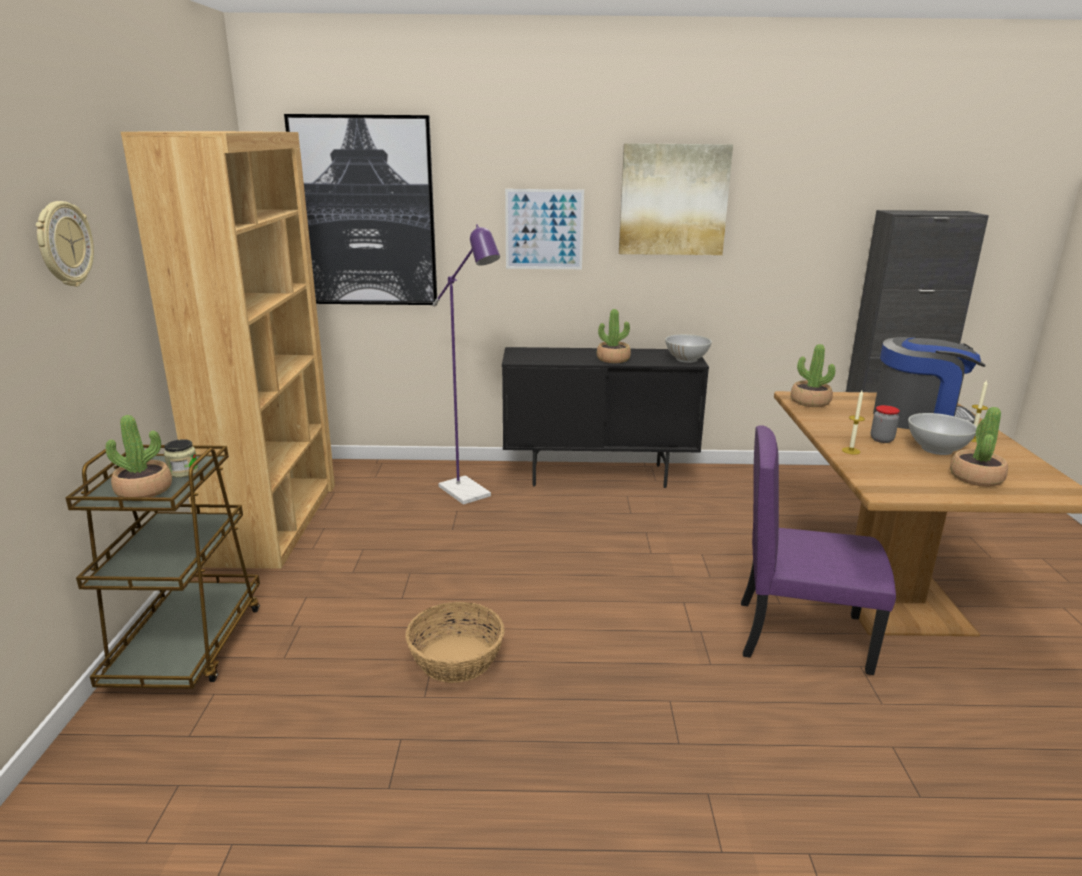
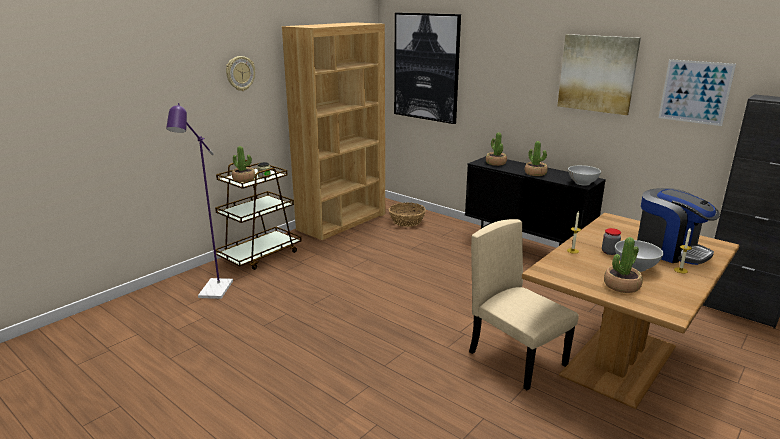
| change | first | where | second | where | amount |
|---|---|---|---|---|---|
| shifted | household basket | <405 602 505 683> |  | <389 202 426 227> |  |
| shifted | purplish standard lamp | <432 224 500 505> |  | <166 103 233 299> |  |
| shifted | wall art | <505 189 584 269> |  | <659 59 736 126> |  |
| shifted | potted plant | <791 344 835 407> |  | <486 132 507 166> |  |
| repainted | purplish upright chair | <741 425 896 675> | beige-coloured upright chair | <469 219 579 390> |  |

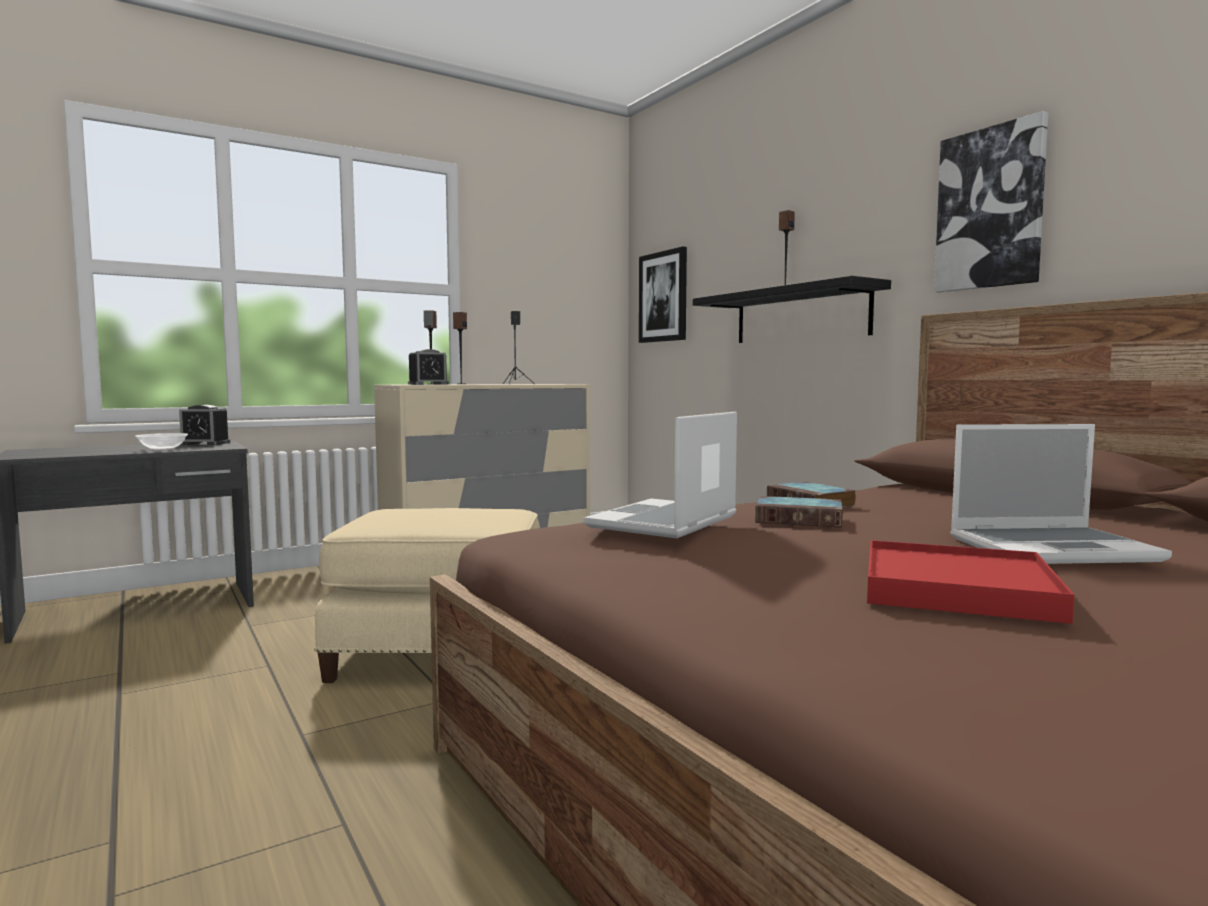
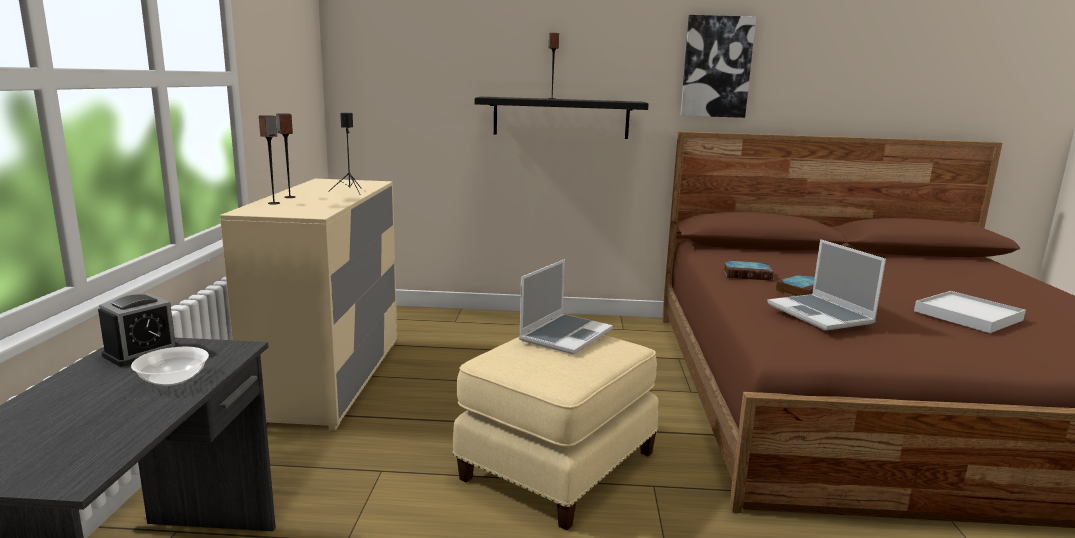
| change | first | where | second | where | amount |
|---|---|---|---|---|---|
| gone | bedside clock | <408 349 449 385> |  |  |  |
| gone | wall art | <639 246 687 343> |  |  |  |
| shifted | laptop | <950 424 1172 564> |  | <519 259 613 355> |  |
| repainted | reddish carrying tray | <867 540 1074 624> | white-coloured carrying tray | <914 291 1026 333> |  |

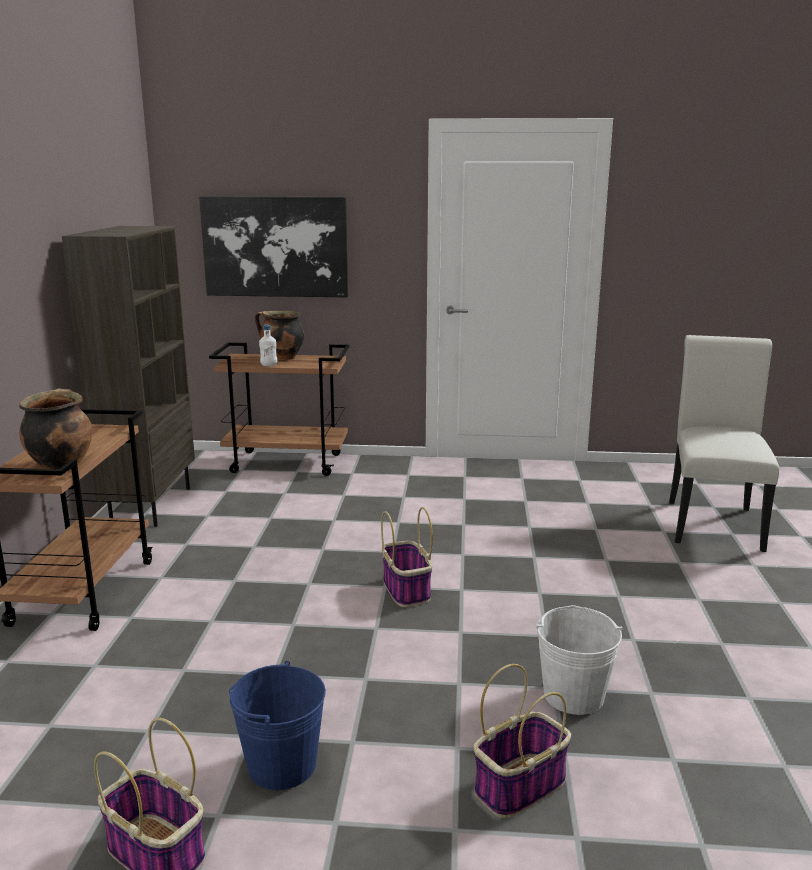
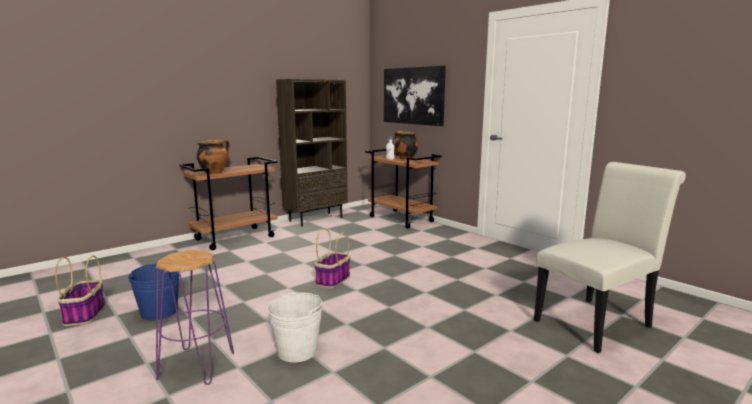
| change | first | where | second | where | amount |
|---|---|---|---|---|---|
| swapped | household basket | <473 664 571 818> | purplish sitting stool | <156 250 234 385> |  |

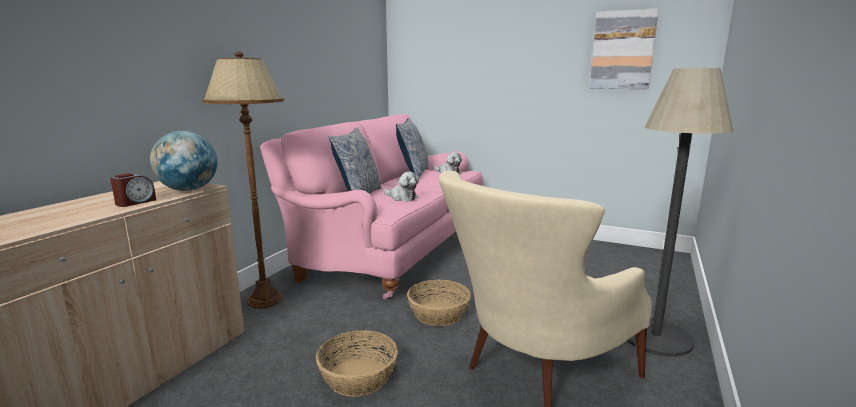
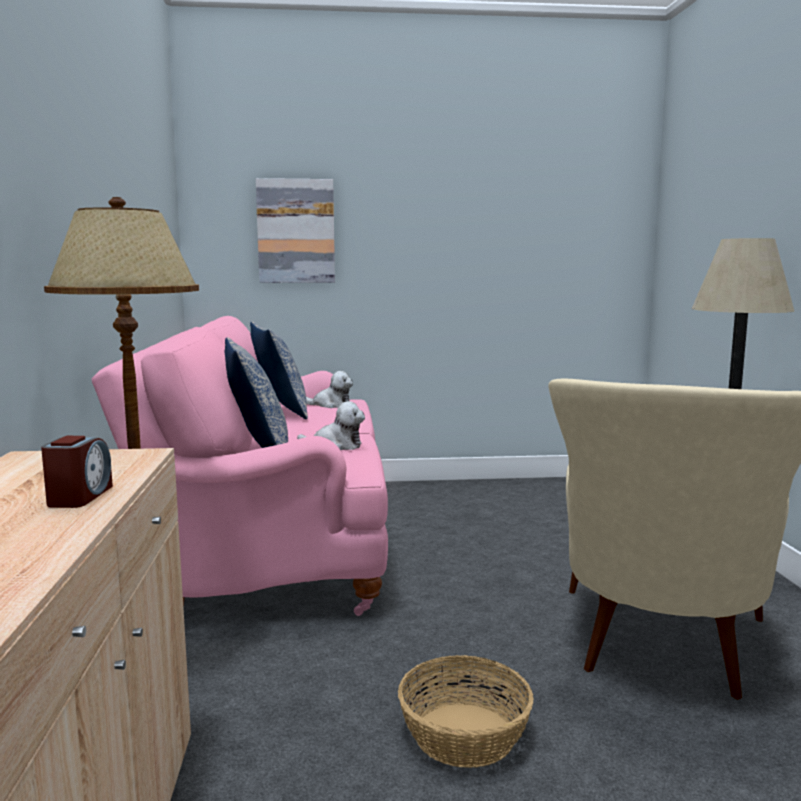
| change | first | where | second | where | amount |
|---|---|---|---|---|---|
| gone | world globe | <150 131 217 191> |  |  |  |
| gone | household basket | <407 280 471 326> |  |  |  |
| shifted | wall art | <590 8 659 89> |  | <256 178 335 283> |  |

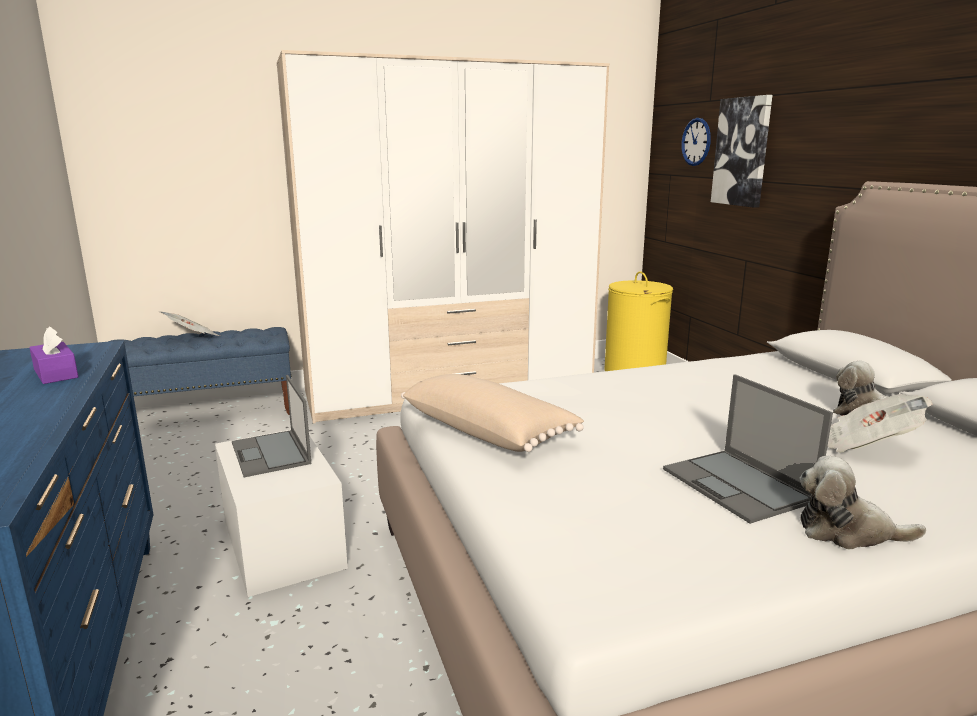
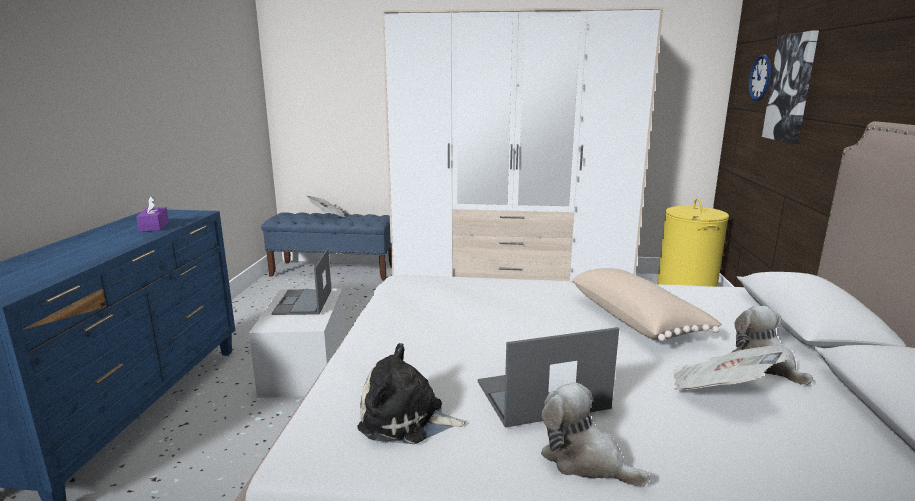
| change | first | where | second | where | amount |
|---|---|---|---|---|---|
| new |  |  | soft toy | <357 343 469 444> |  |
| shifted | beige-coloured throw pillow | <401 374 584 452> |  | <571 268 722 341> |  |
| rotated | laptop | <663 374 833 524> |  | <478 327 619 428> | 75 degrees clockwise |

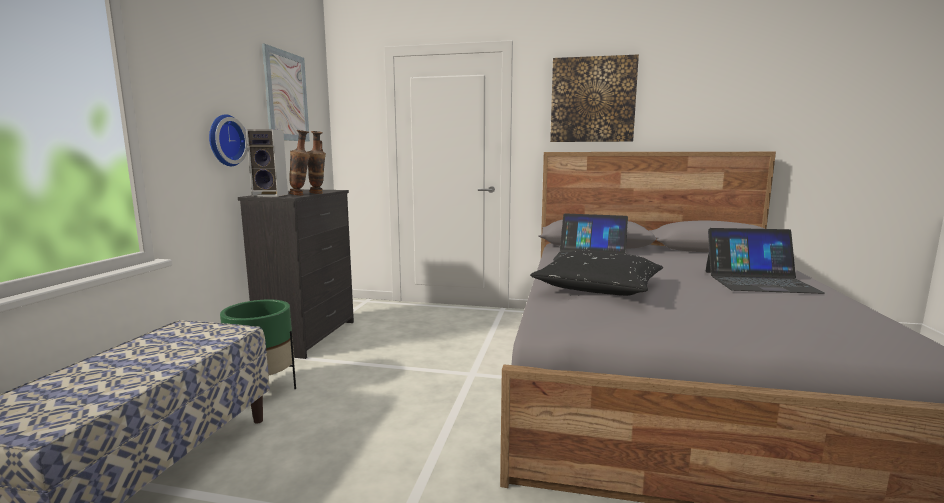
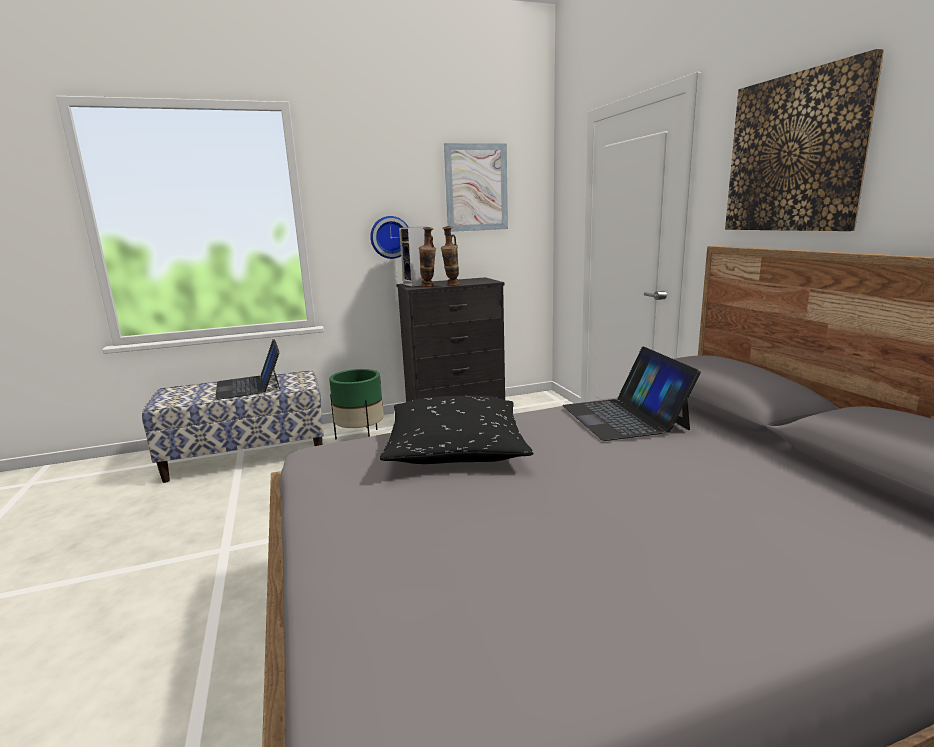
| change | first | where | second | where | amount |
|---|---|---|---|---|---|
| shifted | laptop | <706 228 825 294> |  | <215 339 280 400> |  |

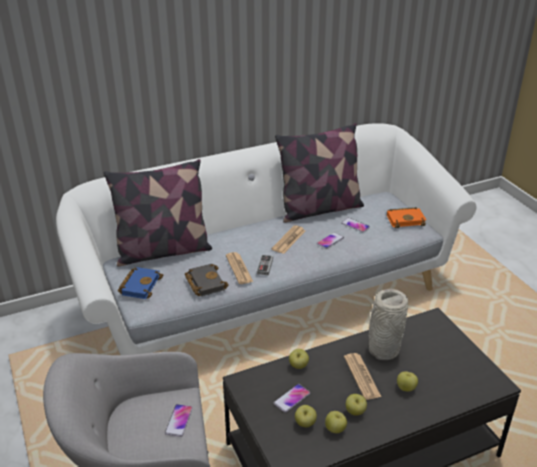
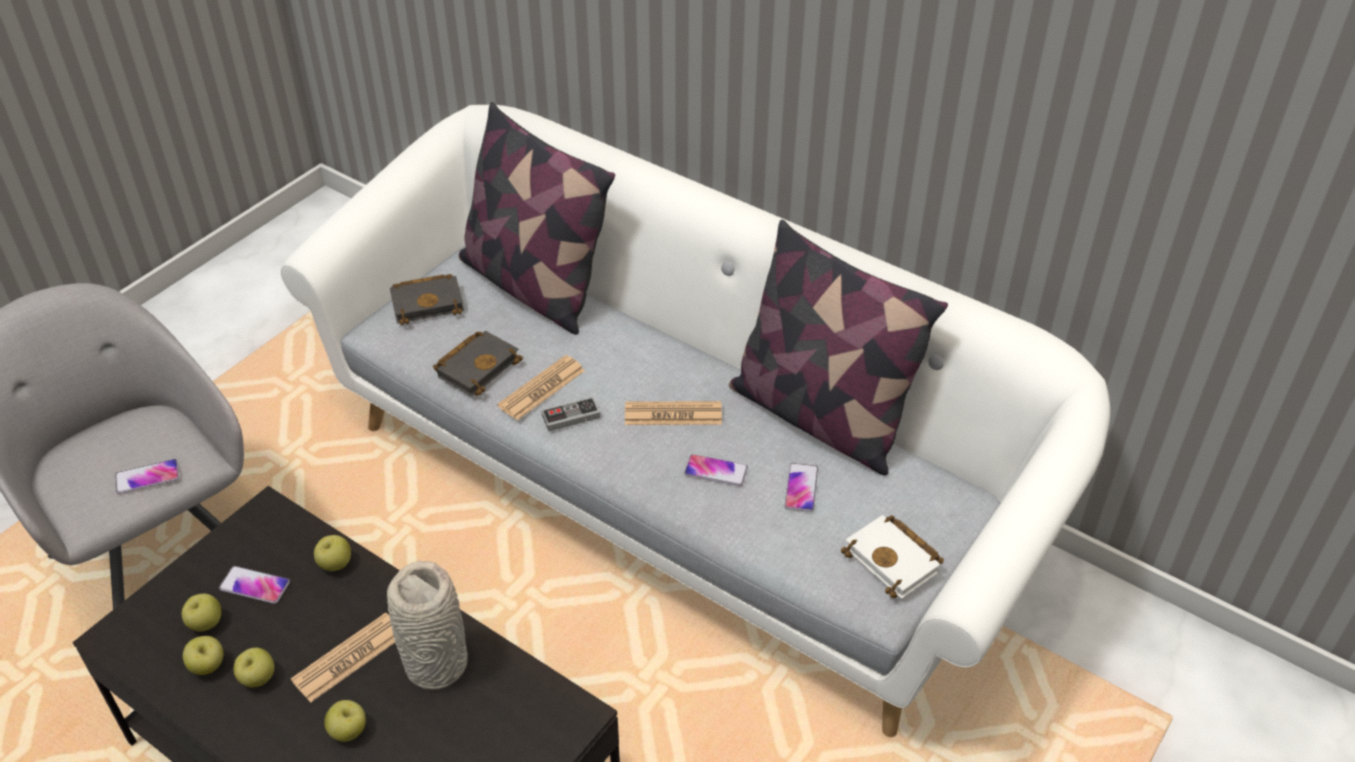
| change | first | where | second | where | amount |
|---|---|---|---|---|---|
| repainted | bluish bound book | <118 267 163 299> | black-coloured bound book | <390 274 464 325> |  |
| repainted | orange-coloured bound book | <387 207 426 228> | white-coloured bound book | <841 515 944 599> |  |

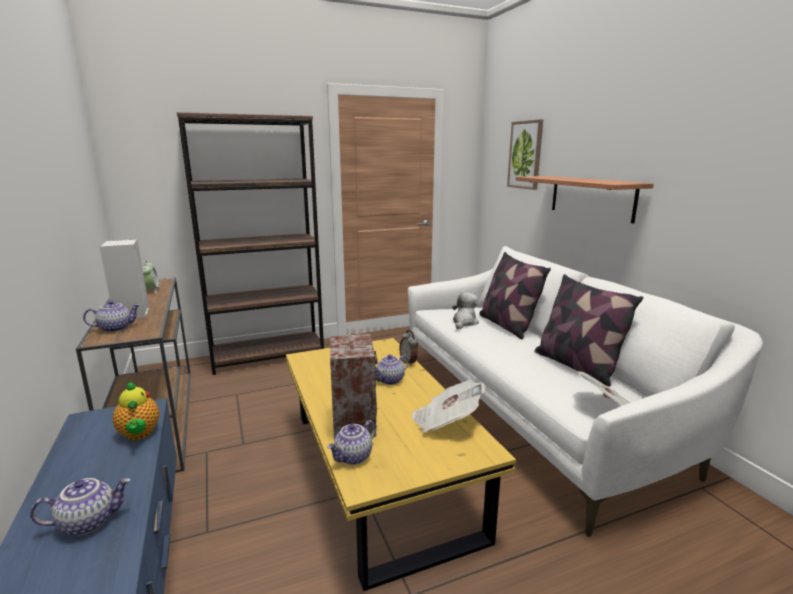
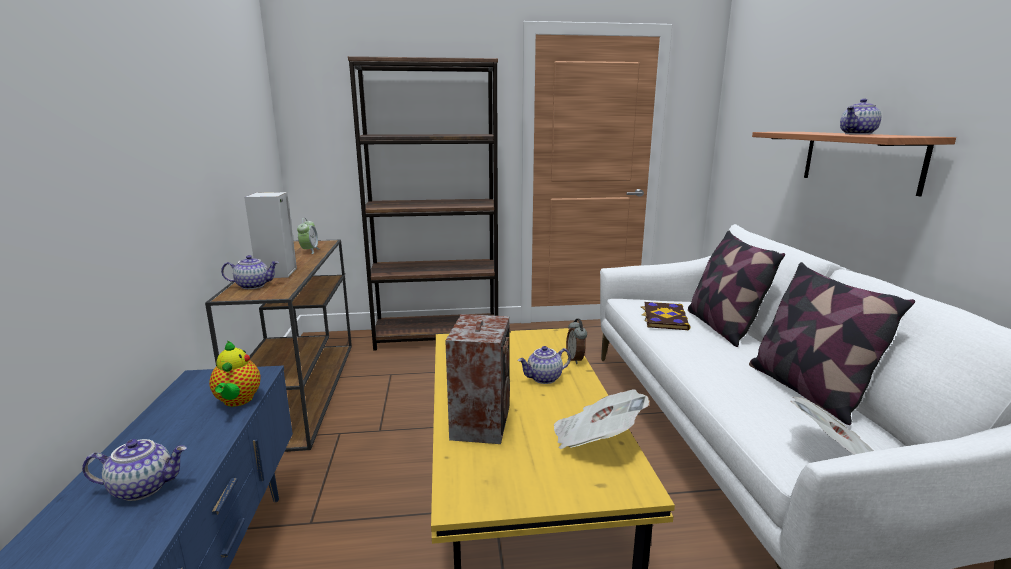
| change | first | where | second | where | amount |
|---|---|---|---|---|---|
| gone | wall art | <507 119 543 190> |  |  |  |
| shifted | teapot | <327 420 376 465> |  | <840 99 881 135> |  |
| swapped | soft toy | <452 293 479 329> | bound book | <641 302 690 330> |  |

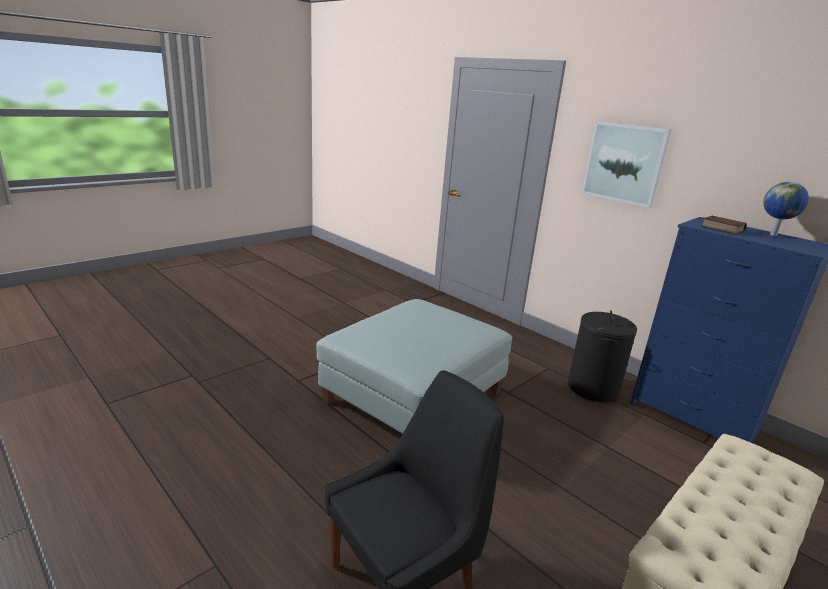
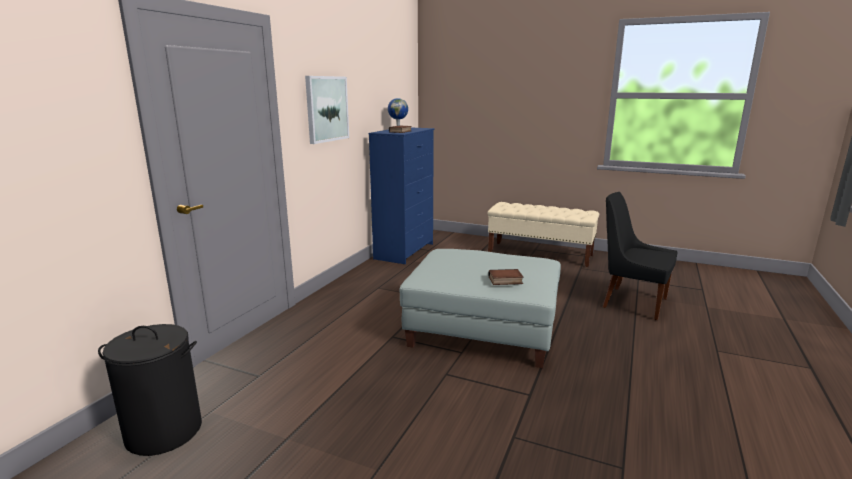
| change | first | where | second | where | amount |
|---|---|---|---|---|---|
| new |  |  | bound book | <489 269 524 285> |  |
| shifted | black-coloured hamper | <568 311 637 402> |  | <98 324 202 456> |  |

